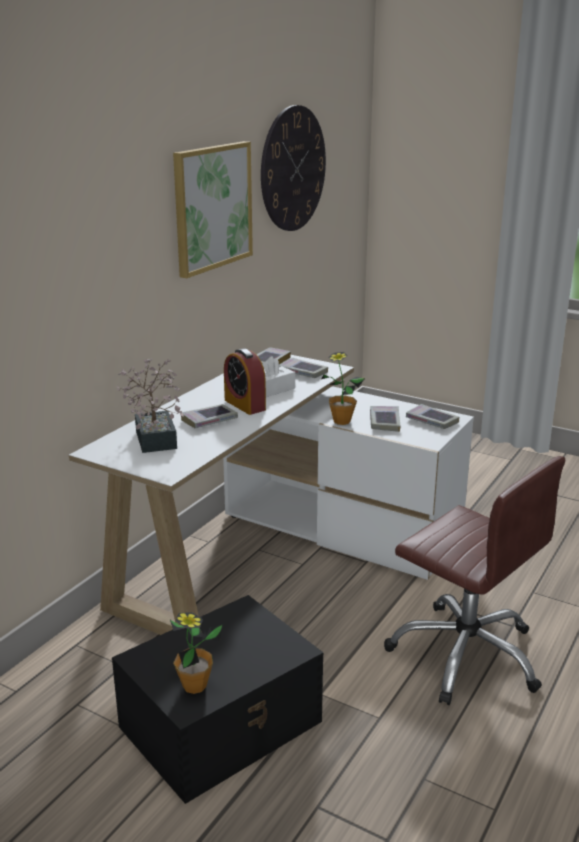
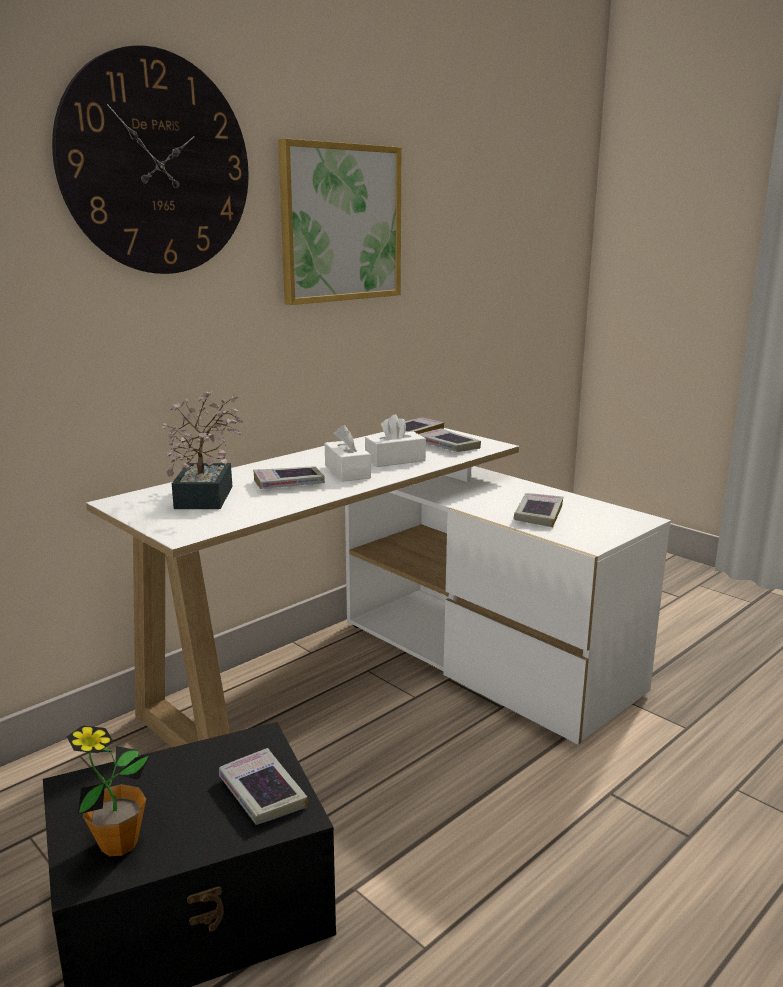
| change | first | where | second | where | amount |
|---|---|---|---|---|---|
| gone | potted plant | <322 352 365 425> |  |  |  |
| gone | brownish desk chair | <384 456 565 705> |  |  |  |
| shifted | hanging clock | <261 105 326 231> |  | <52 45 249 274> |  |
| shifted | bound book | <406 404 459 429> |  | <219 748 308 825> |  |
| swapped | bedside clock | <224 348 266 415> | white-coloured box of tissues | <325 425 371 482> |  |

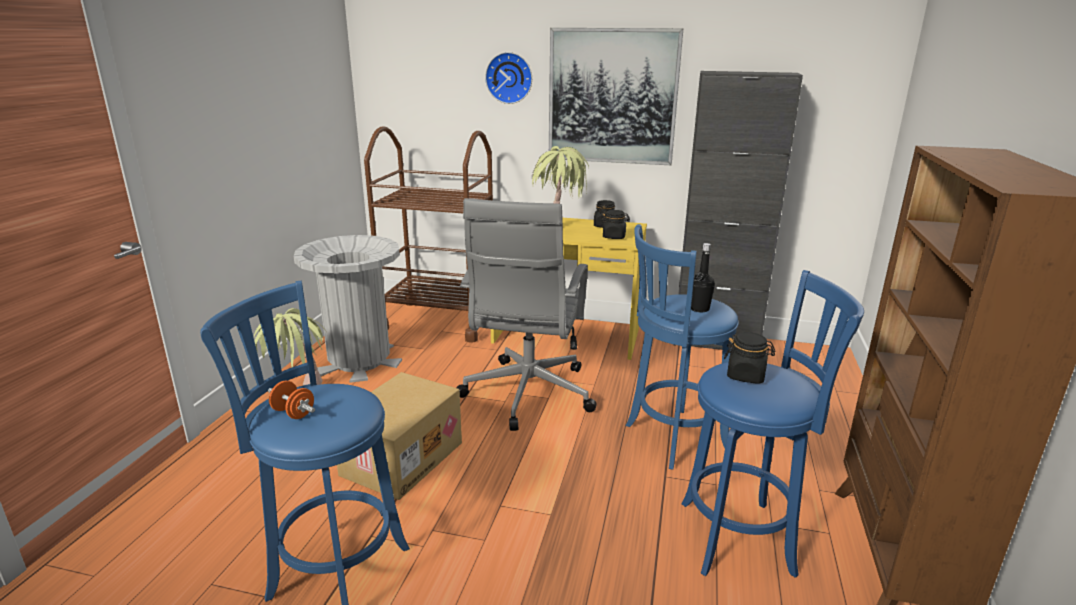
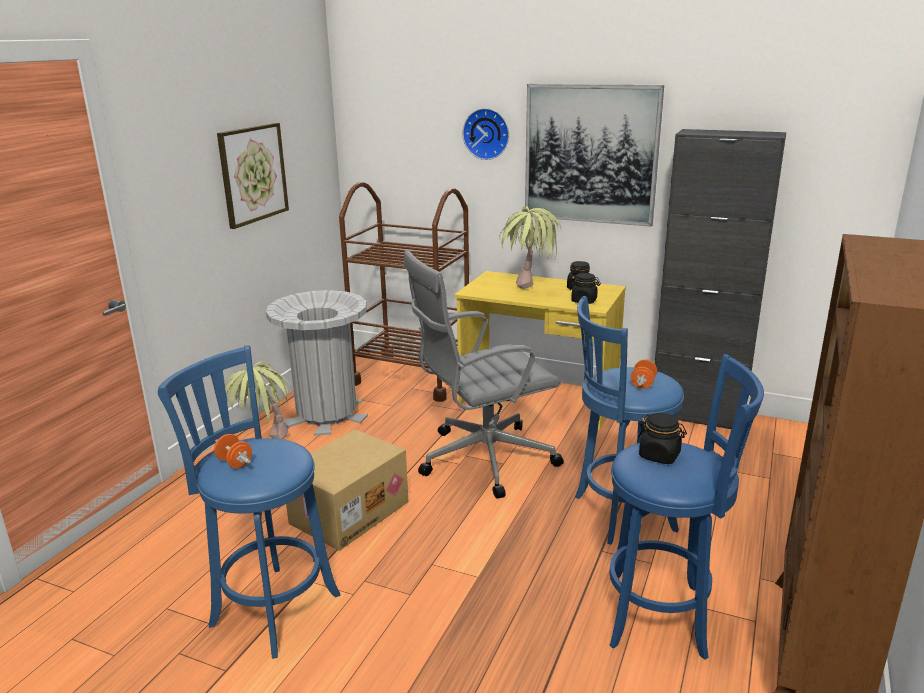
| change | first | where | second | where | amount |
|---|---|---|---|---|---|
| new |  |  | wall art | <217 123 289 229> |  |
| swapped | black-coloured bottle | <691 243 715 312> | orange-coloured free weight | <631 359 657 389> |  |
| rotated | gray desk chair | <456 198 597 431> |  | <403 250 564 499> | 45 degrees clockwise |

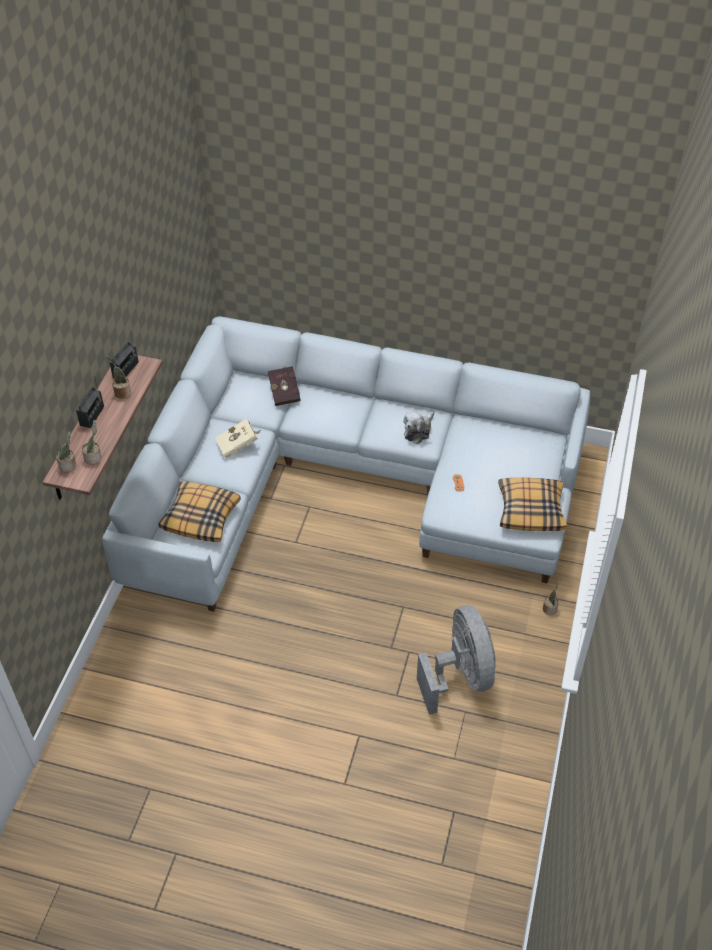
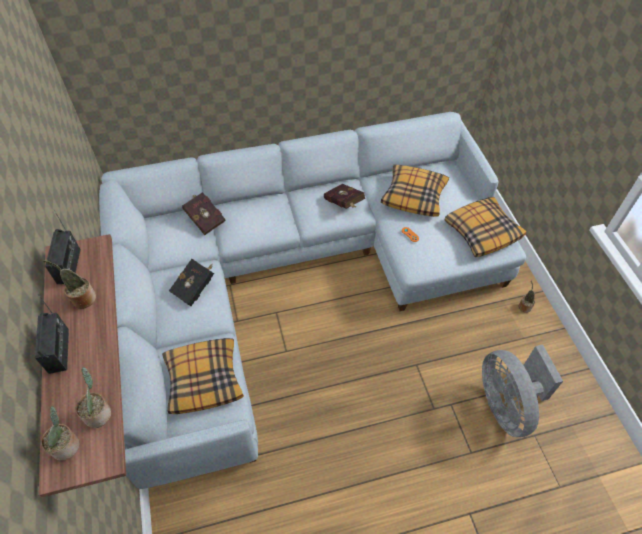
| change | first | where | second | where | amount |
|---|---|---|---|---|---|
| new |  |  | throw pillow | <381 165 449 217> |  |
| swapped | soft toy | <403 411 434 444> | reddish bound book | <324 184 365 209> |  |
| repainted | beige-coloured bound book | <216 418 261 458> | black-coloured bound book | <169 259 214 306> |  |
| rotated | gray fan | <417 605 496 715> |  | <482 344 563 437> | 150 degrees counterclockwise |

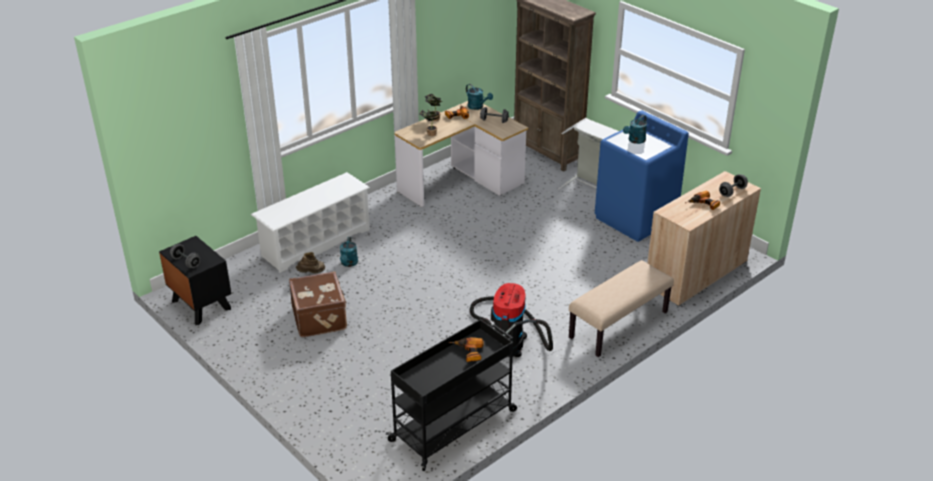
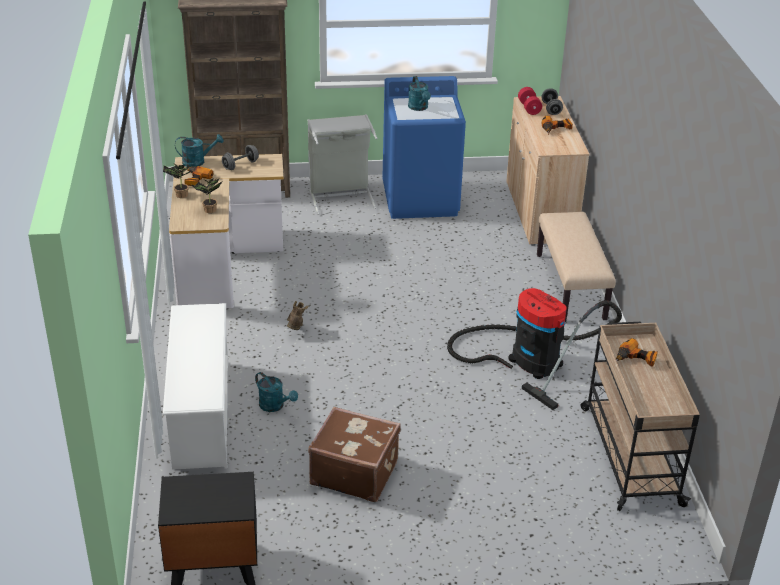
| change | first | where | second | where | amount |
|---|---|---|---|---|---|
| gone | gray free weight | <170 244 200 268> |  |  |  |
| new |  |  | reddish free weight | <518 87 542 115> |  |
| shifted | brownish tall boot | <296 252 325 274> |  | <287 301 309 330> |  |
| repainted | black-coloured wheeled cart | <386 319 517 471> | beige-coloured wheeled cart | <581 322 700 511> |  |

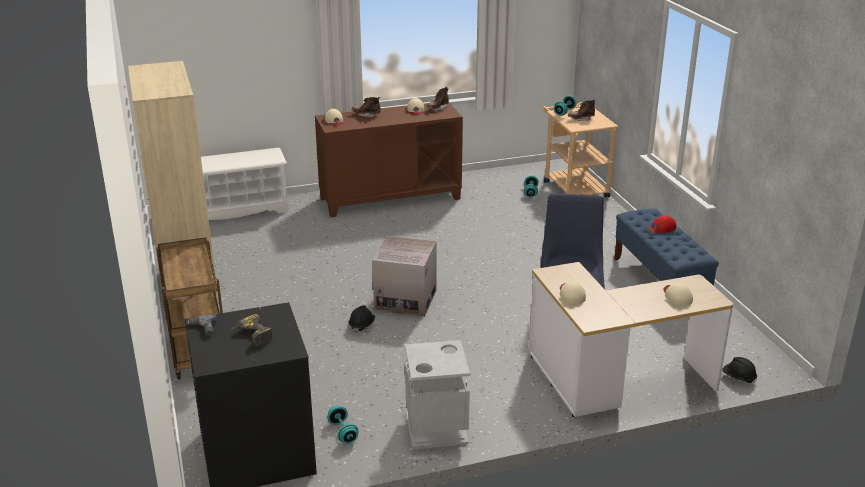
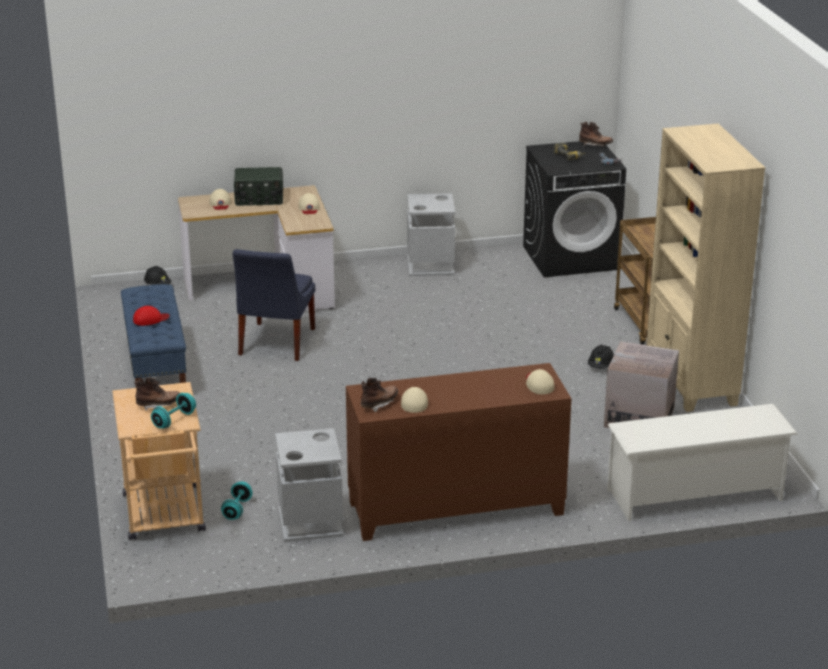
| change | first | where | second | where | amount |
|---|---|---|---|---|---|
| gone | turquoise-coloured free weight | <327 405 359 444> |  |  |  |
| new |  |  | radio | <234 167 283 206> |  |
| new |  |  | gray trash can | <275 428 343 542> |  |
| shifted | black-coloured hard hat | <349 305 375 333> |  | <588 344 614 369> |  |
| shifted | brownish tall boot | <351 97 381 118> |  | <579 122 613 146> |  |
| shifted | carton | <372 236 437 317> |  | <604 341 679 428> |  |

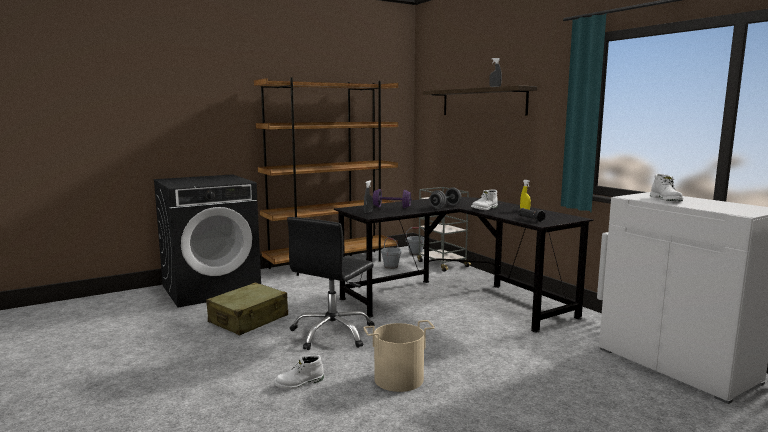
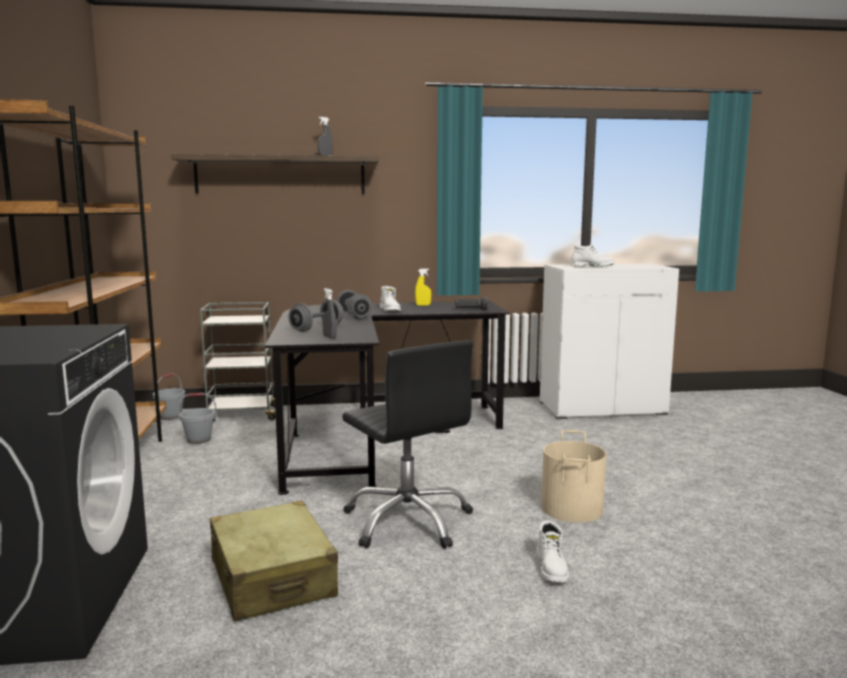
| change | first | where | second | where | amount |
|---|---|---|---|---|---|
| repainted | purplish free weight | <372 189 412 208> | gray free weight | <288 299 344 332> |  |

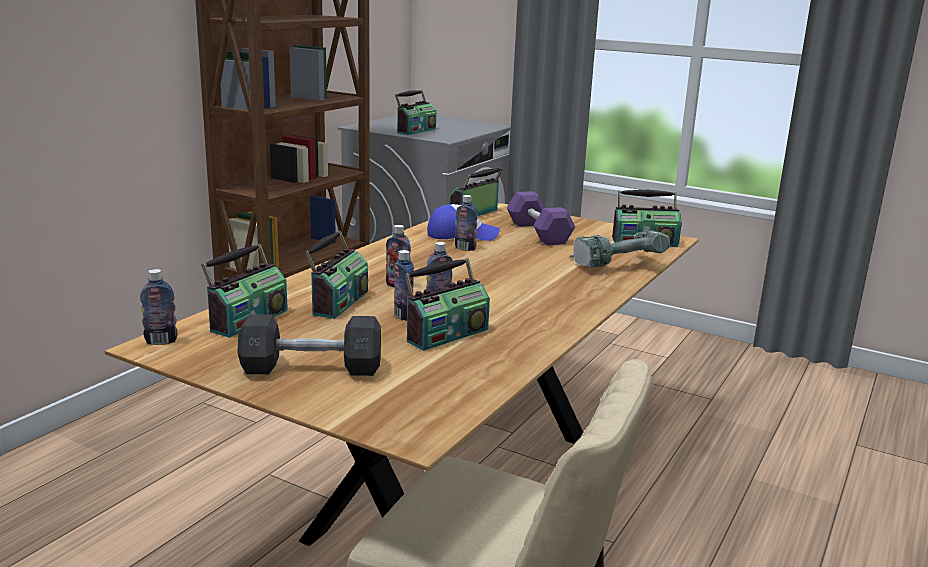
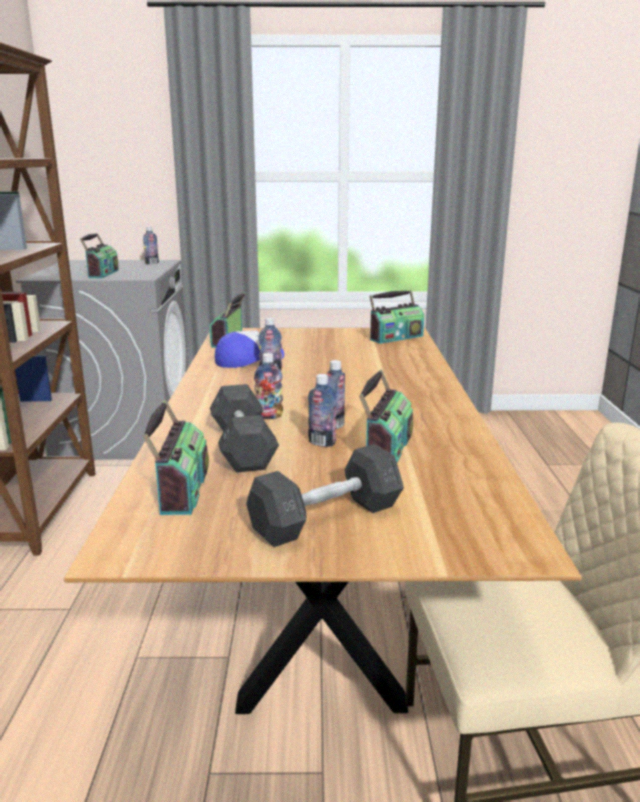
| change | first | where | second | where | amount |
|---|---|---|---|---|---|
| gone | purplish free weight | <507 191 575 245> |  |  |  |
| gone | drill | <570 230 670 267> |  |  |  |
| shifted | bottle | <140 269 178 345> |  | <143 227 159 264> |  |
| swapped | radio | <305 231 368 319> | gray free weight | <210 384 279 473> |  |

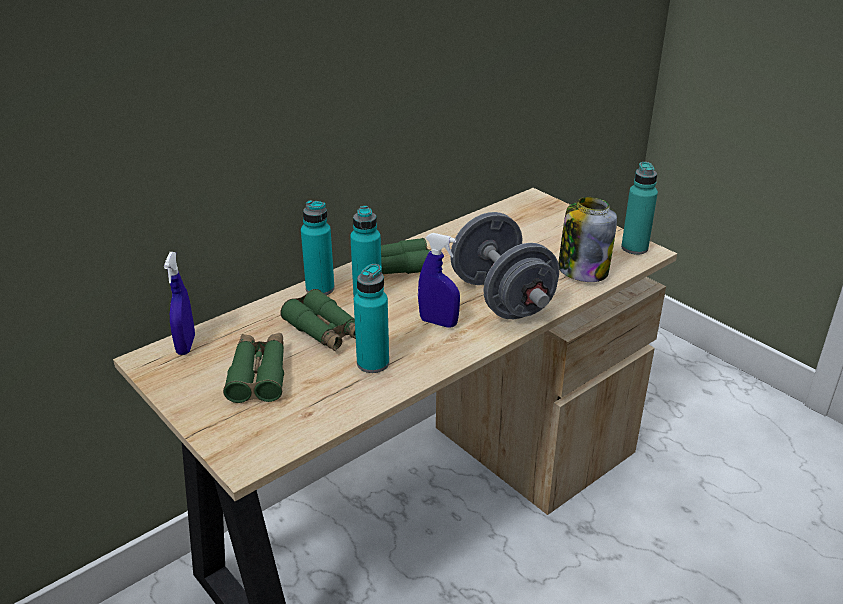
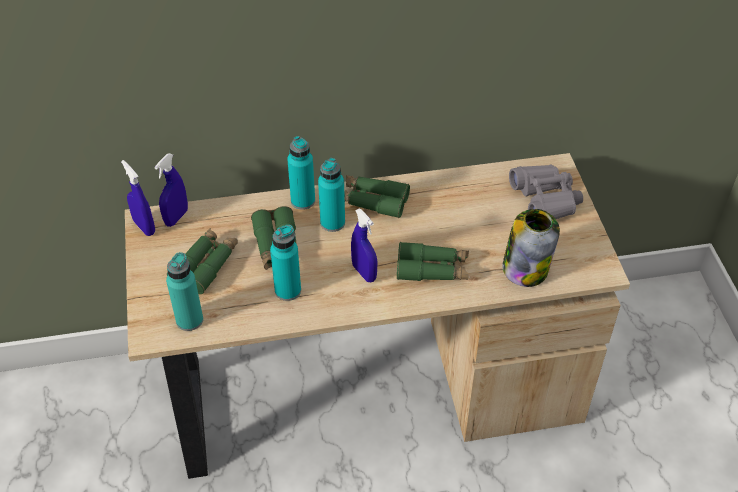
| change | first | where | second | where | amount |
|---|---|---|---|---|---|
| new |  |  | bluish spray bottle | <121 160 155 236> |  |
| new |  |  | gray field glasses | <509 165 583 219> |  |
| shifted | turquoise-coloured bottle | <621 162 658 255> |  | <166 252 203 331> |  |
| swapped | gray free weight | <450 212 559 319> | green-coloured field glasses | <397 242 469 281> |  |

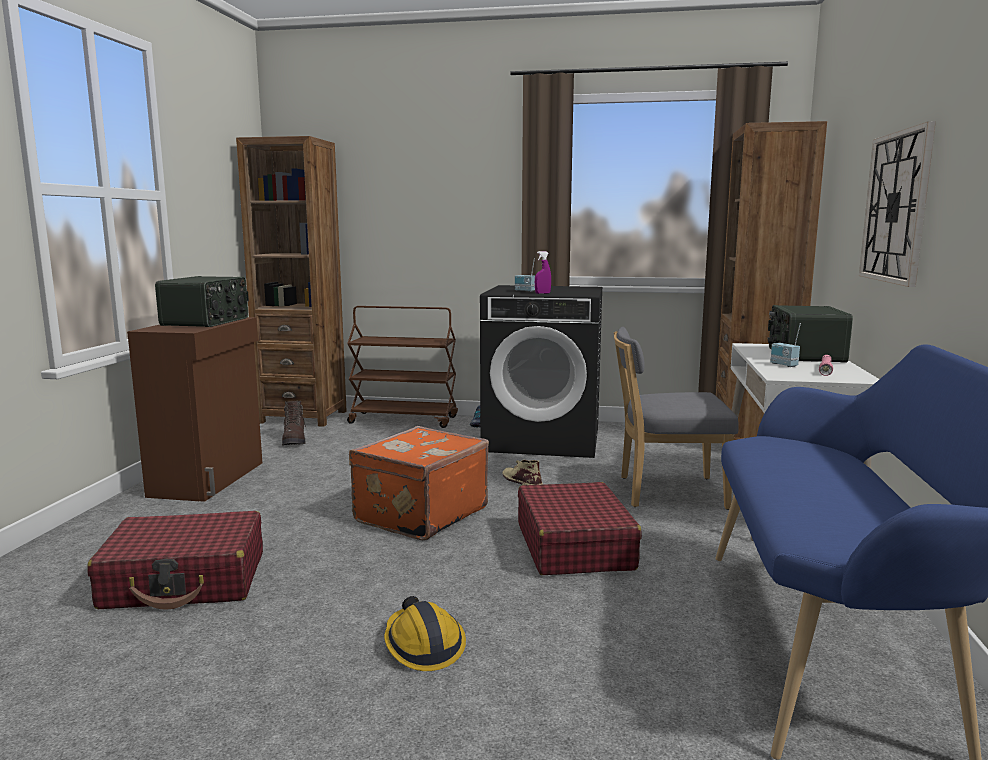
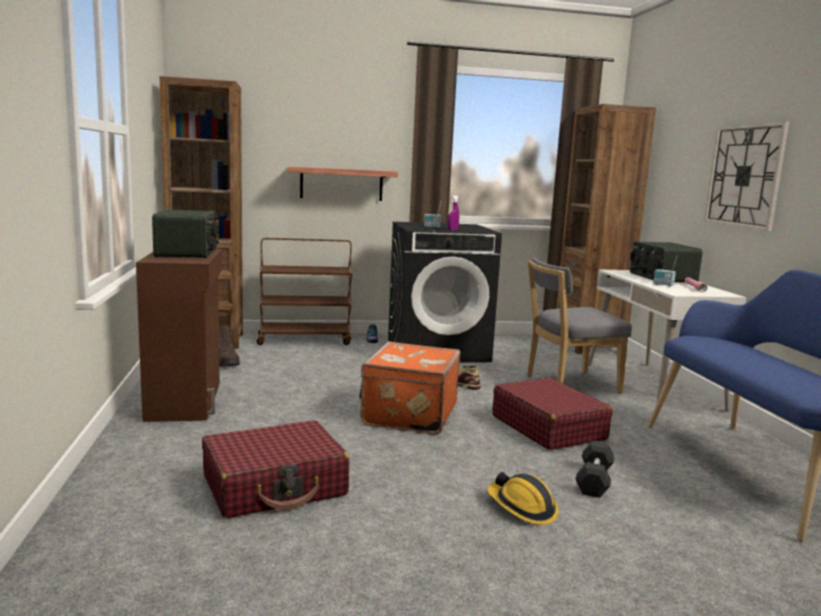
| change | first | where | second | where | amount |
|---|---|---|---|---|---|
| new |  |  | bracket shelf | <288 166 398 201> |  |
| new |  |  | gray free weight | <575 441 615 498> |  |

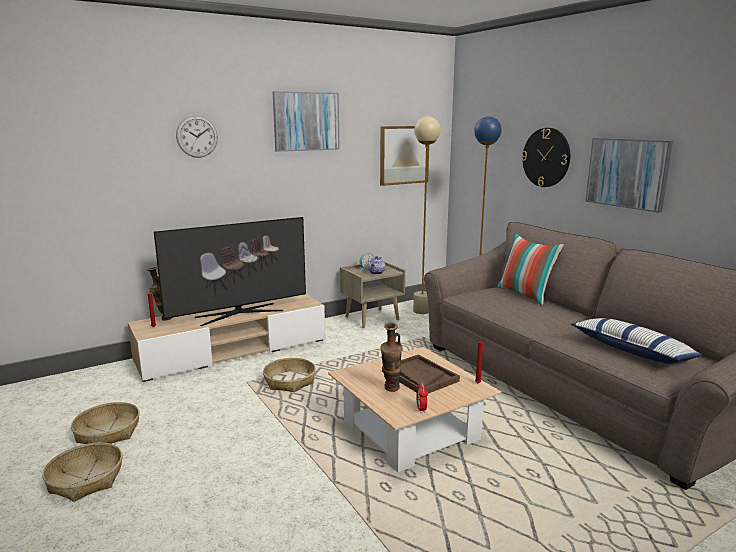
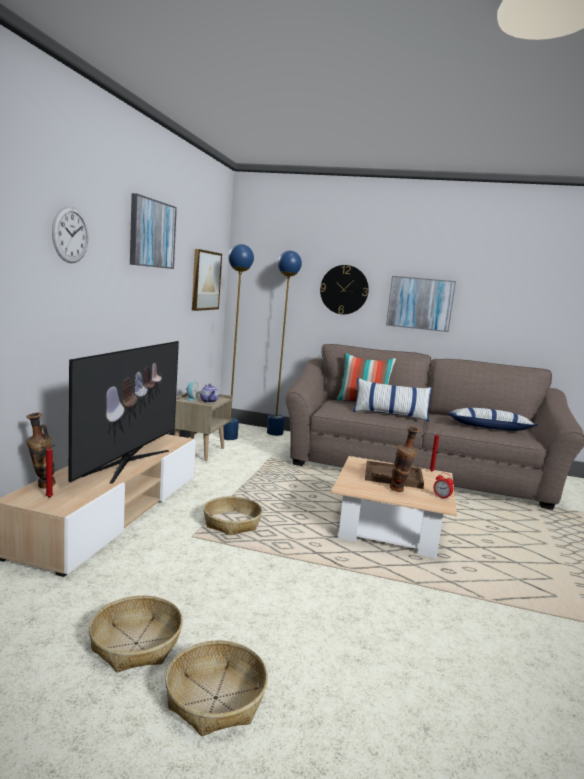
| change | first | where | second | where | amount |
|---|---|---|---|---|---|
| new |  |  | throw pillow | <352 378 432 422> |  |
| repainted | beige-coloured standard lamp | <413 116 441 314> | bluish standard lamp | <223 244 254 440> |  |

